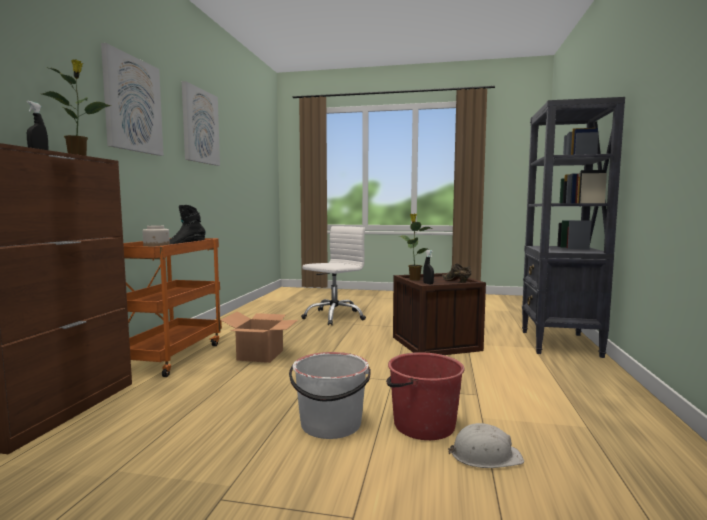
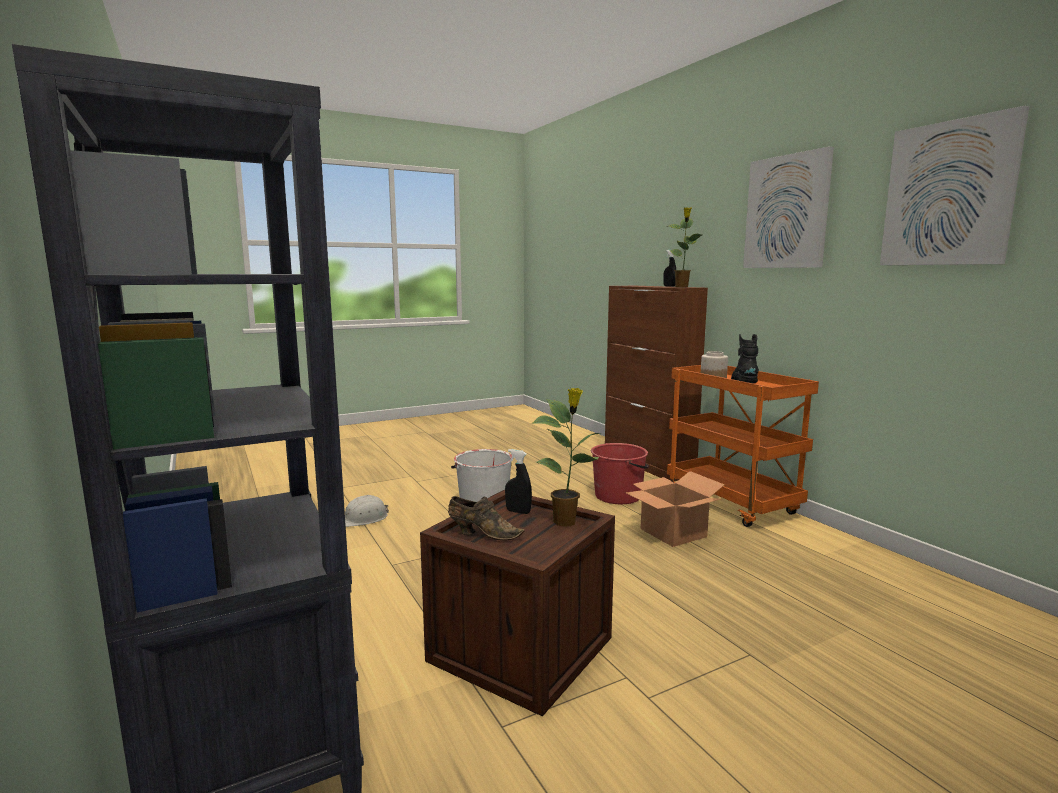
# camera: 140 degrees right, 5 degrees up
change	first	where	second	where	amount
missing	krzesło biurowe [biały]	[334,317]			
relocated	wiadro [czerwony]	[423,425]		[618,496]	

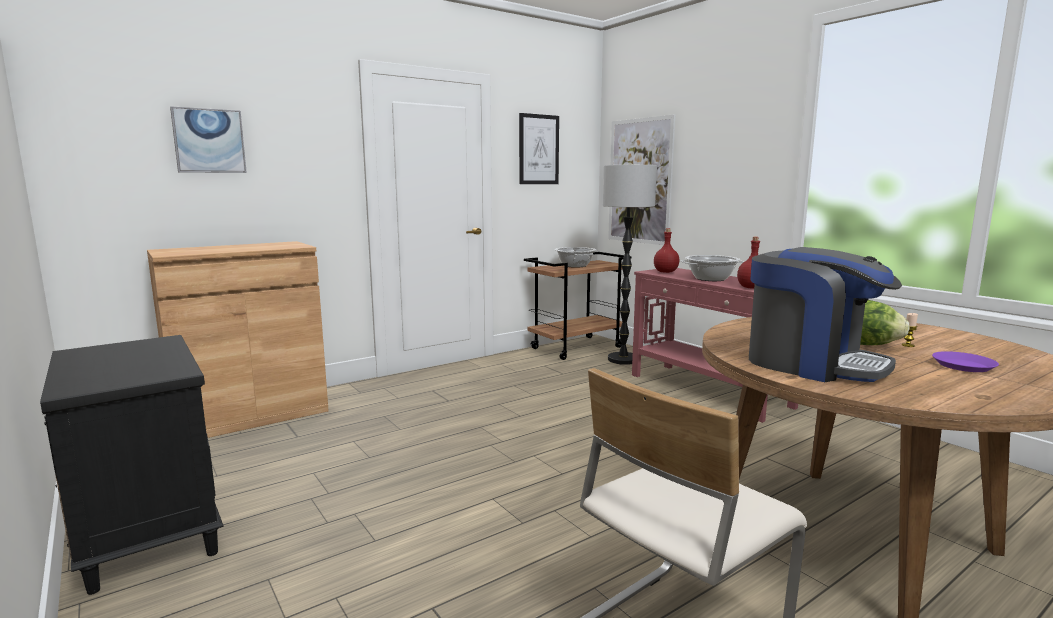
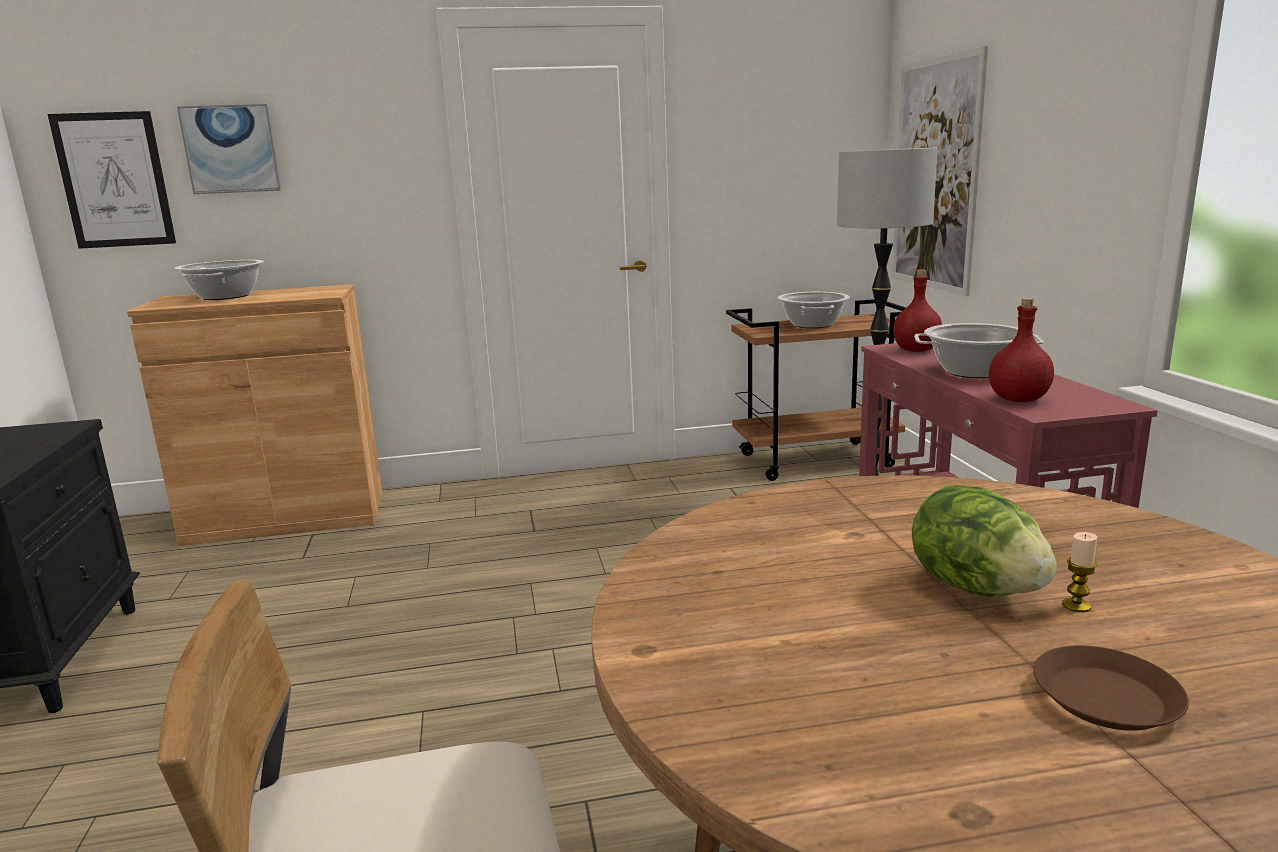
# camera: 25 degrees right, 5 degrees up
change	first	where	second	where	amount
relocated	obraz	[539,149]		[114,180]	
missing	ekspres do kawy	[812,364]			
colour	talerz [fioletowy]	[963,366]	talerz [brązowy]	[1105,698]	
appeared			garnek	[225,296]	

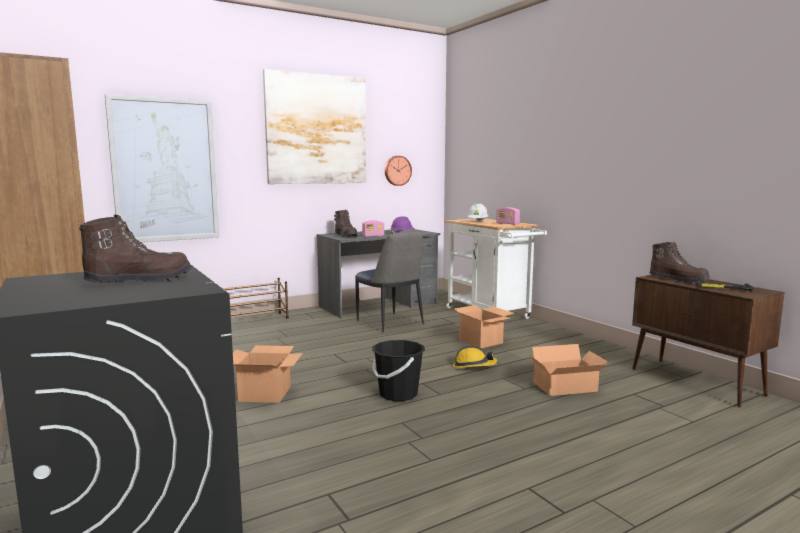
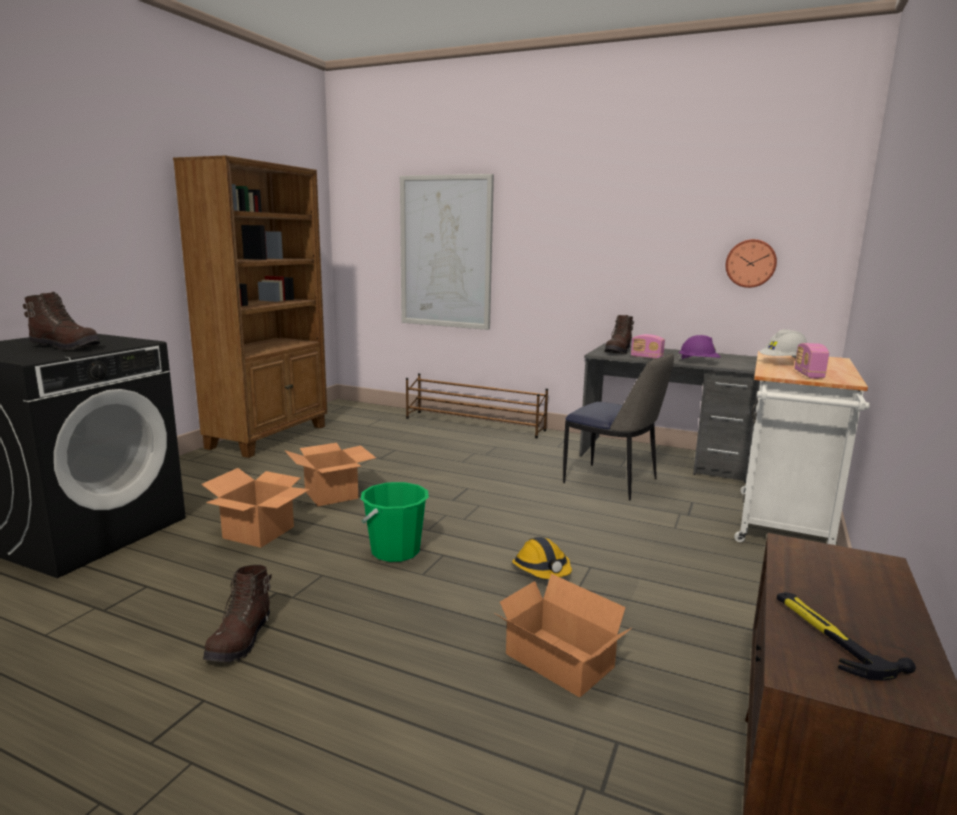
# camera: 55 degrees right, 5 degrees up
change	first	where	second	where	amount
missing	obraz	[317,129]			
spun	krzesło	[390,323]		[613,482]	75 degrees counterclockwise
colour	wiadro [czarny]	[398,394]	wiadro [zielony]	[395,551]	
relocated	karton	[480,341]		[259,532]	
relocated	but z cholewką [brązowy]	[678,280]		[241,640]	

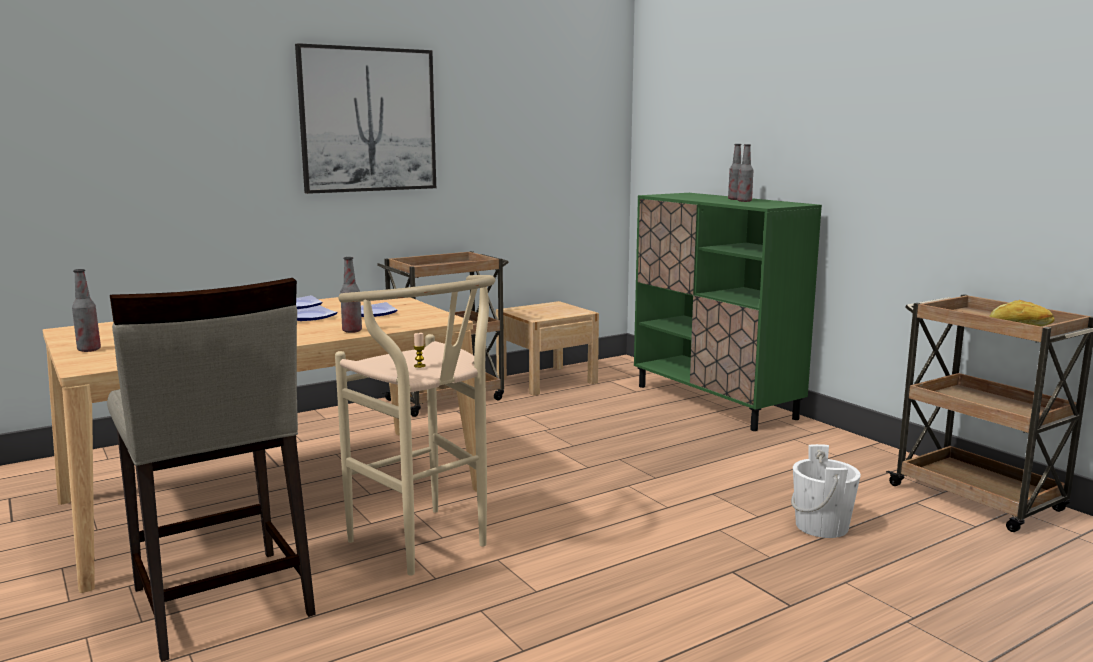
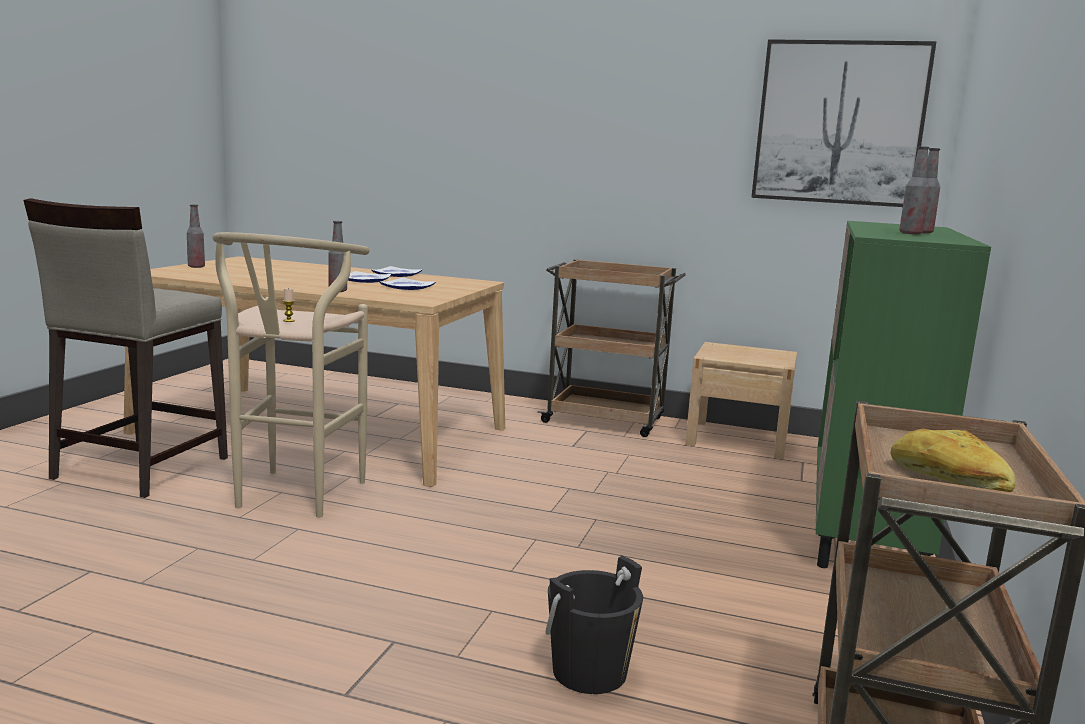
# camera: 50 degrees right, 0 degrees up
change	first	where	second	where	amount
relocated	obraz	[368,120]		[839,123]	
colour	wiadro [biały]	[821,526]	wiadro [czarny]	[589,672]	

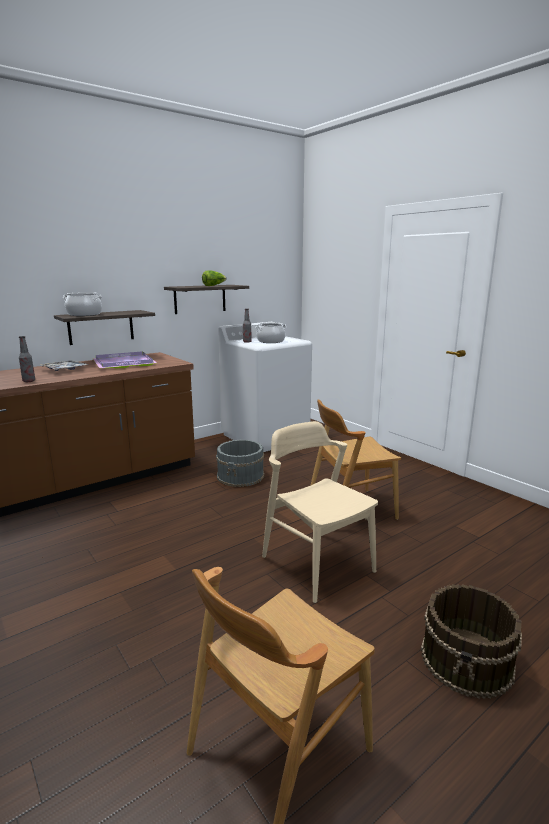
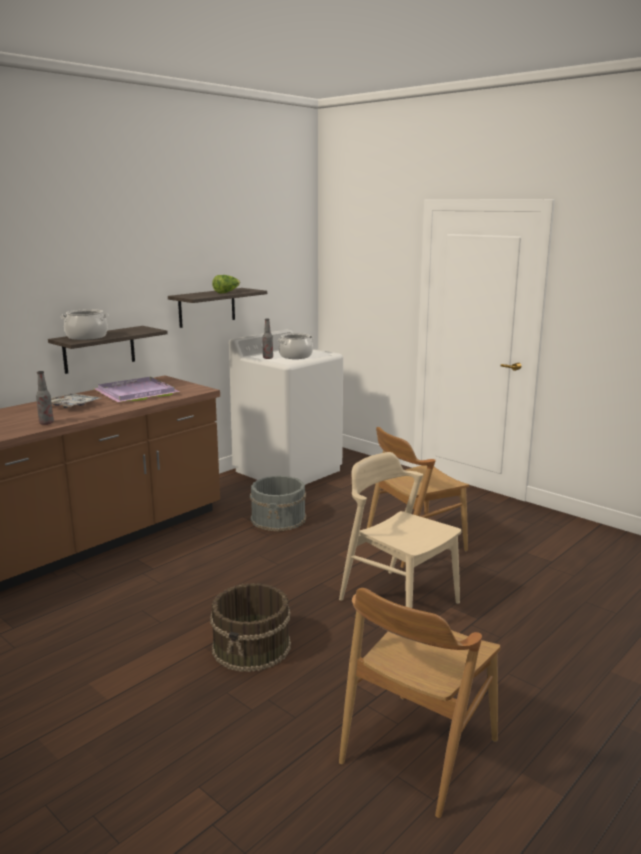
# camera: 10 degrees left, 0 degrees up
change	first	where	second	where	amount
relocated	wiadro [brązowy]	[467,660]		[252,647]	

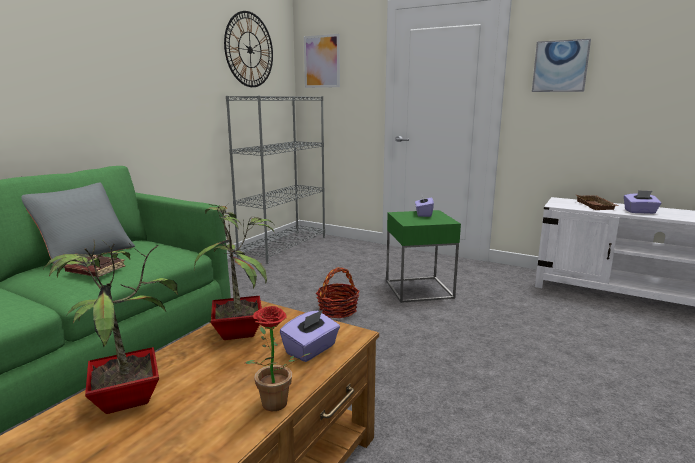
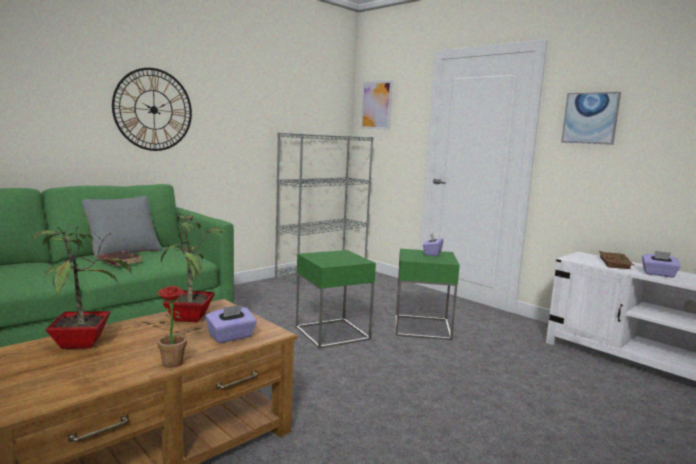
# camera: 15 degrees right, 5 degrees down
change	first	where	second	where	amount
relocated	zegar ścienny	[249,50]		[153,110]	
exchanged	koszyk	[338,310]	stolik [zielony]	[332,333]	

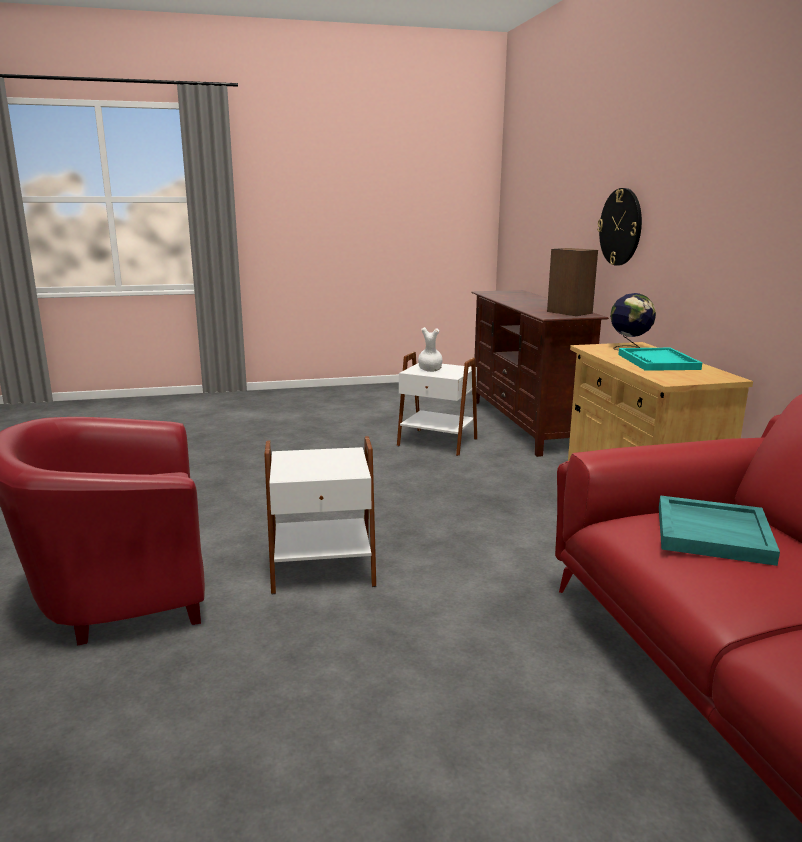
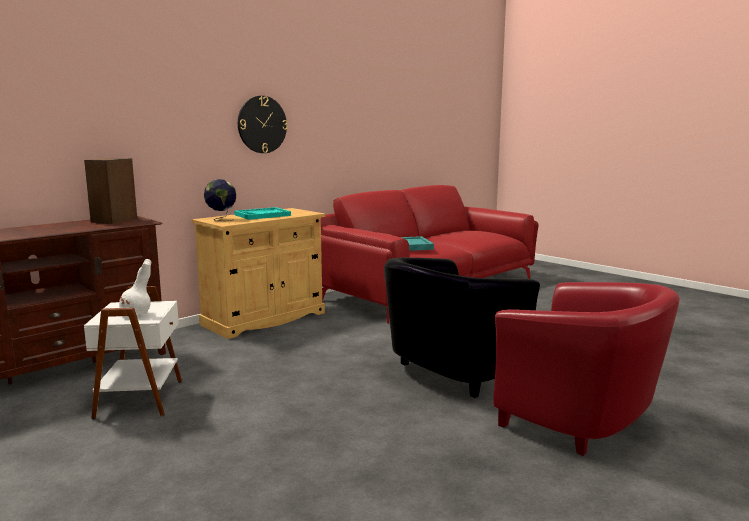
# camera: 120 degrees left, 5 degrees down
change	first	where	second	where	amount
exchanged	stolik [biały]	[323,570]	fotel [czarny]	[450,374]	
relocated	zegar ścienny	[621,227]		[262,124]	

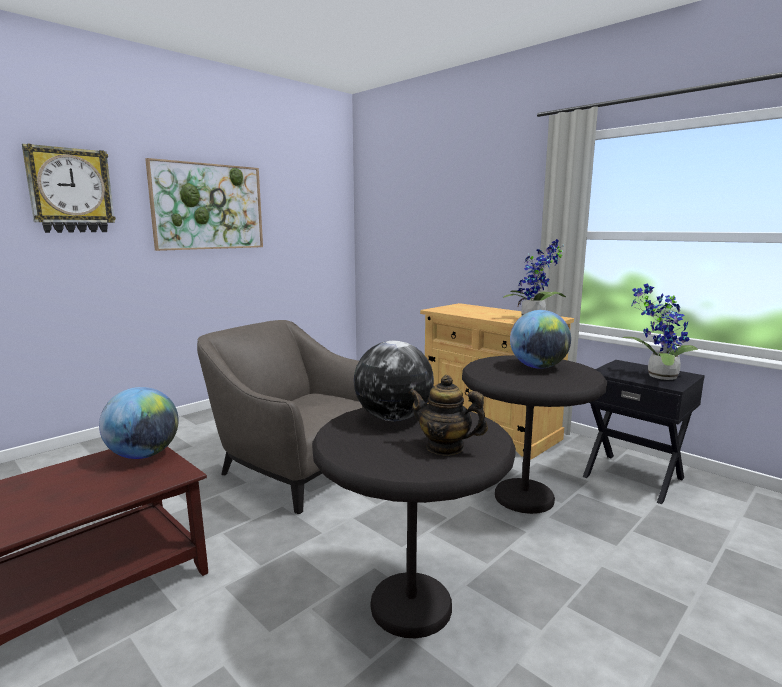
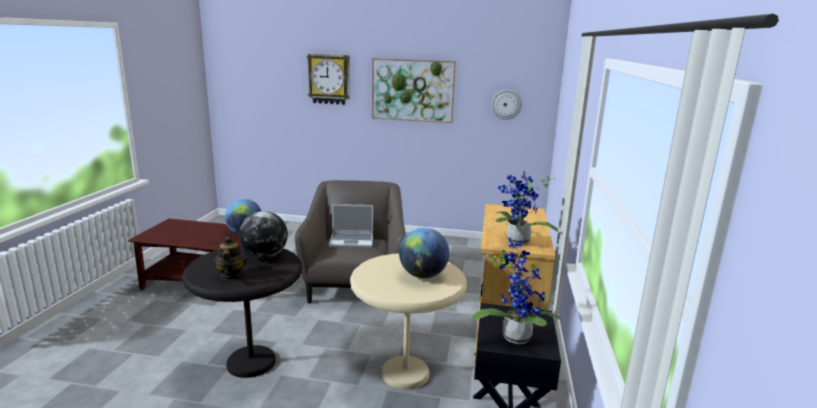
# camera: 55 degrees right, 5 degrees up
change	first	where	second	where	amount
colour	stolik [czarny]	[524,497]	stolik [beżowy]	[405,373]	
appeared			laptop	[352,241]	
appeared			zegar ścienny	[506,104]	

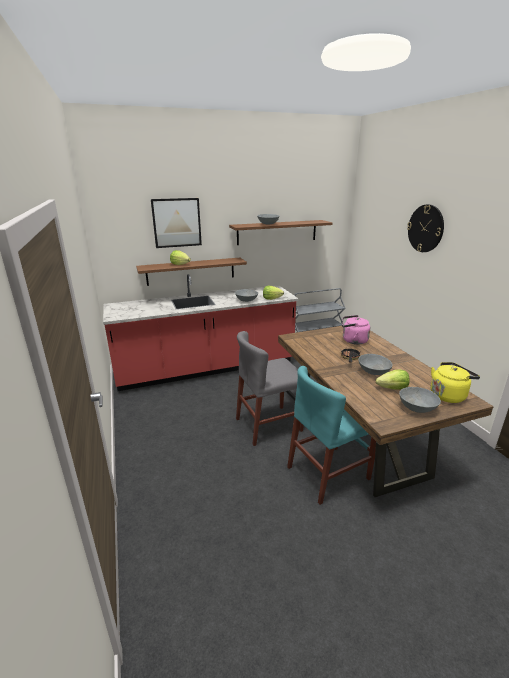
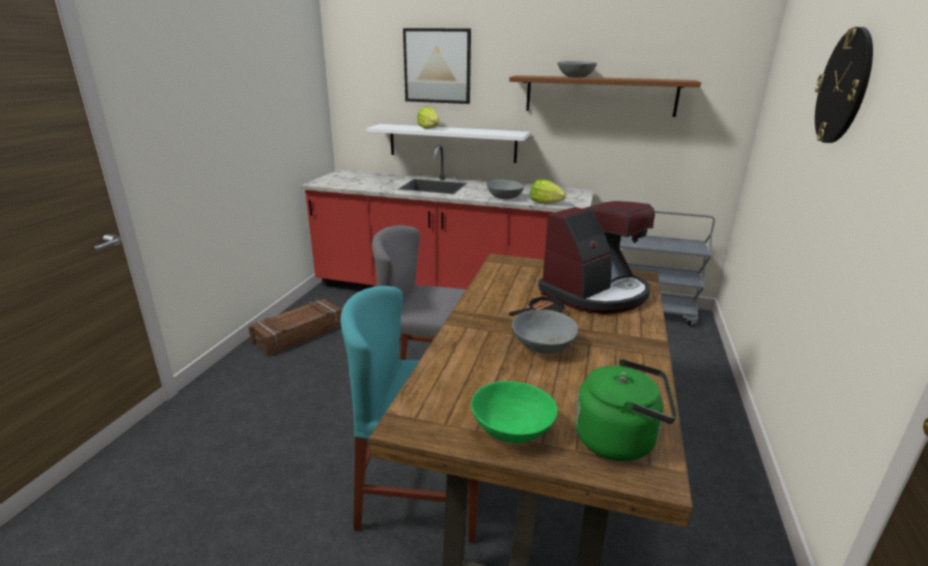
# camera: 35 degrees right, 0 degrees up
change	first	where	second	where	amount
colour	półka [brązowy]	[191,271]	półka [biały]	[452,143]	
exchanged	czajnik [różowy]	[353,341]	ekspres do kawy	[595,293]	
missing	sałata	[393,388]			
colour	miska [szary]	[417,408]	miska [zielony]	[511,430]	
colour	czajnik [żółty]	[448,395]	czajnik [zielony]	[619,439]	
appeared			skrzynka	[299,334]	

